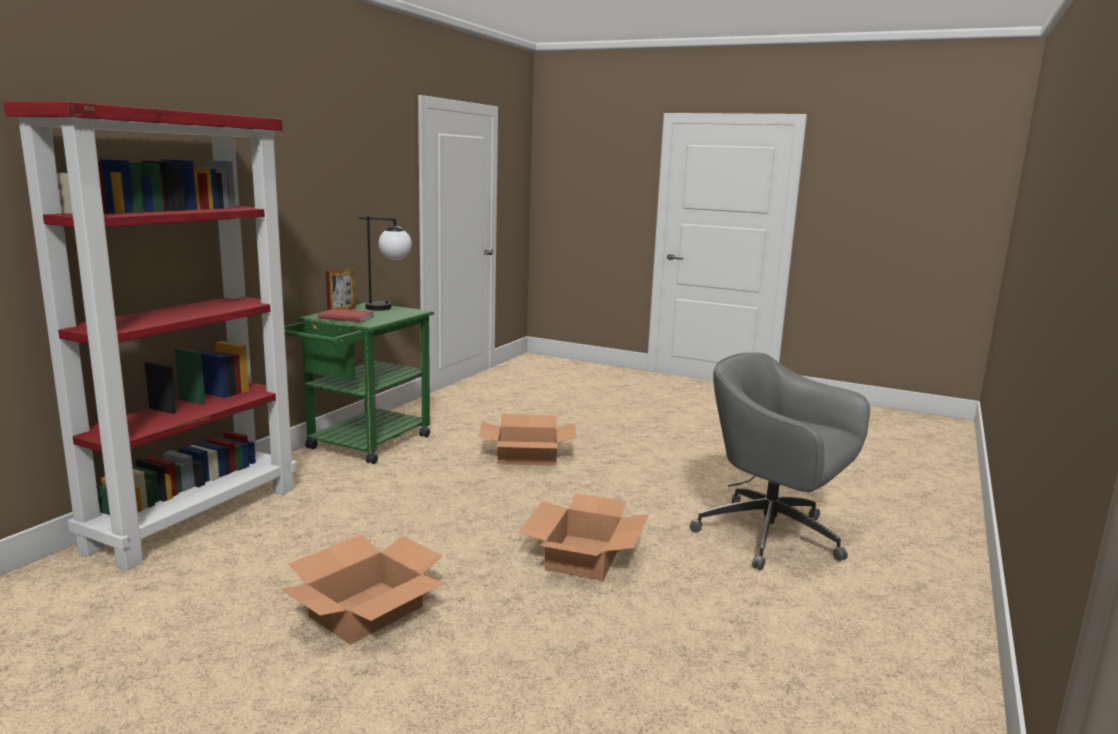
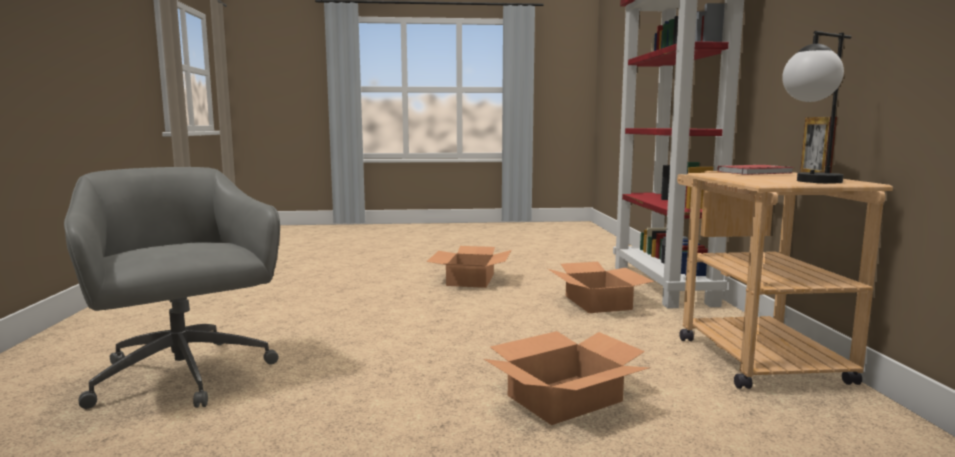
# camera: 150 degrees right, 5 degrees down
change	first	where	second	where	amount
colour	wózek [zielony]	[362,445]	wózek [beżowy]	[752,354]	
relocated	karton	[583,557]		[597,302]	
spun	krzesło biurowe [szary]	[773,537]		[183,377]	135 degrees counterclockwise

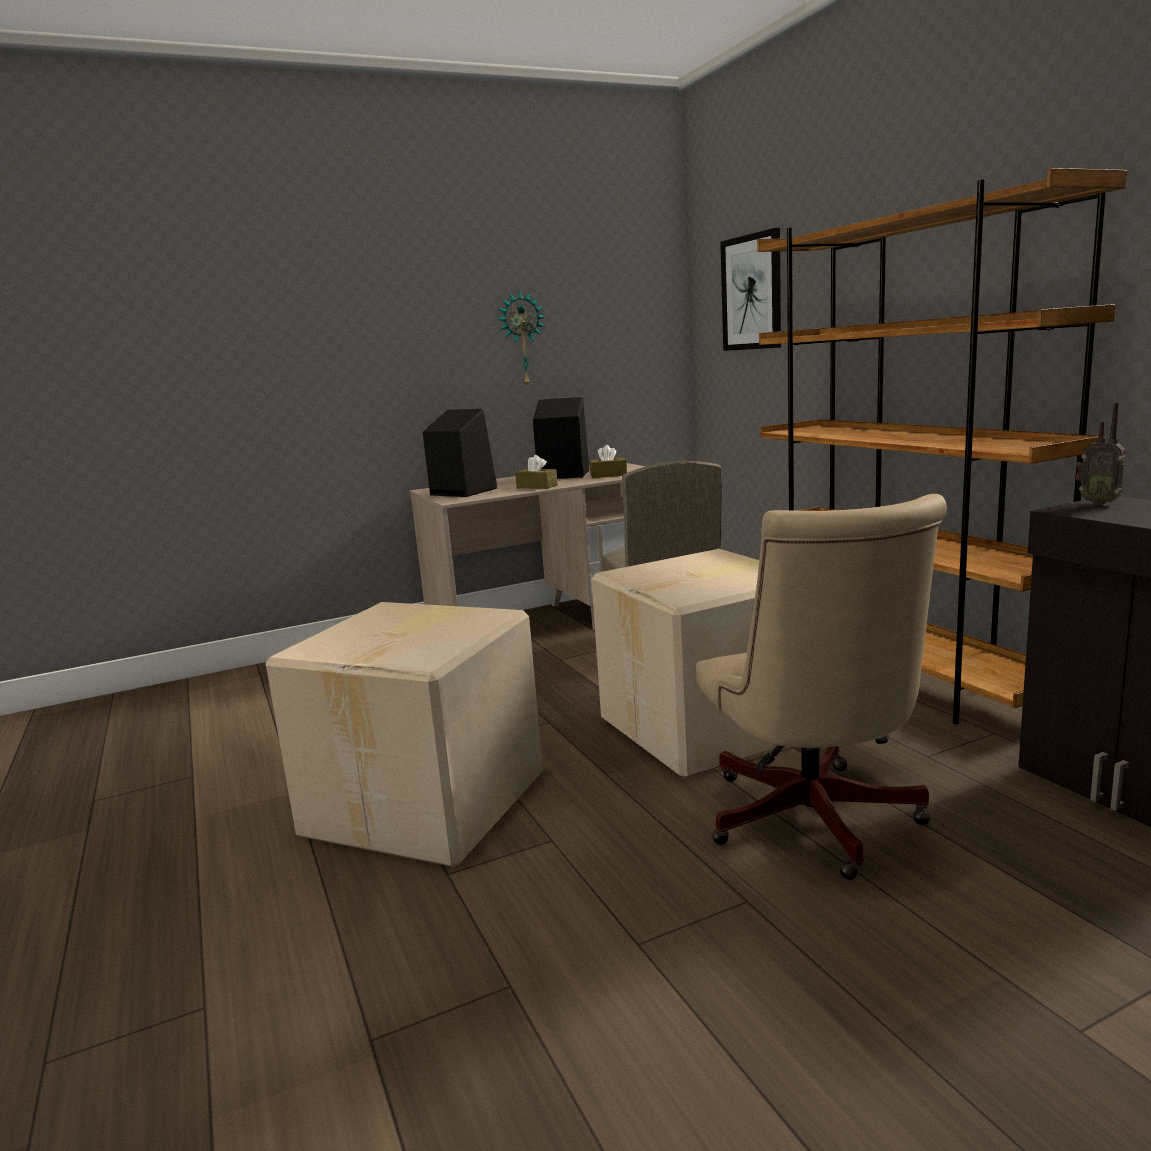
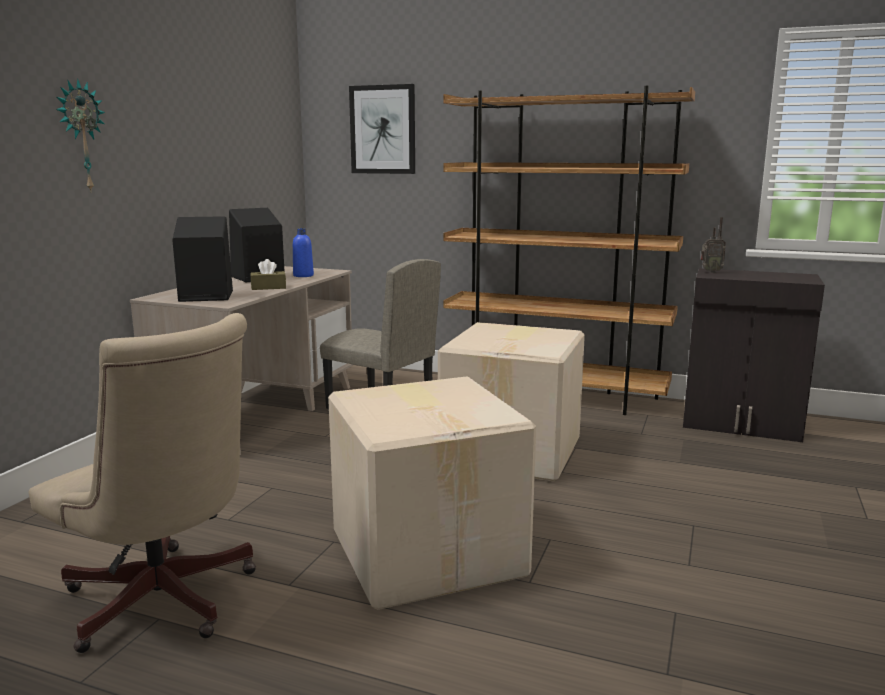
# camera: 45 degrees left, 0 degrees up
change	first	where	second	where	amount
relocated	zegar ścienny	[522,339]		[80,136]	
exchanged	pudełko chusteczek [brązowy]	[608,475]	butelka [niebieski]	[303,275]	
relocated	krzesło biurowe [beżowy]	[813,825]		[165,604]	

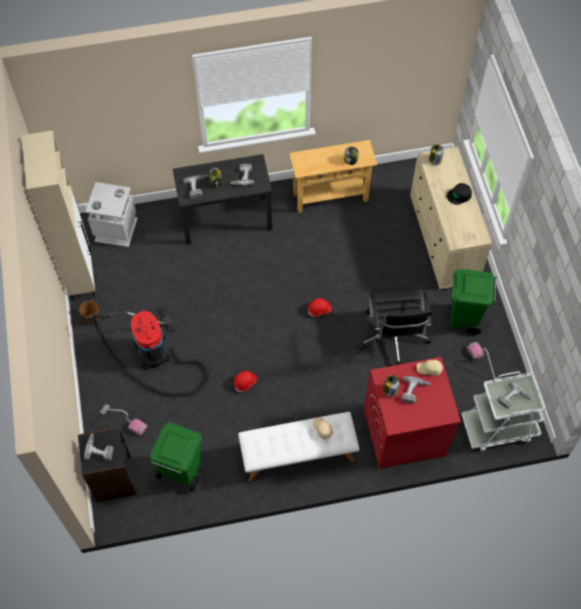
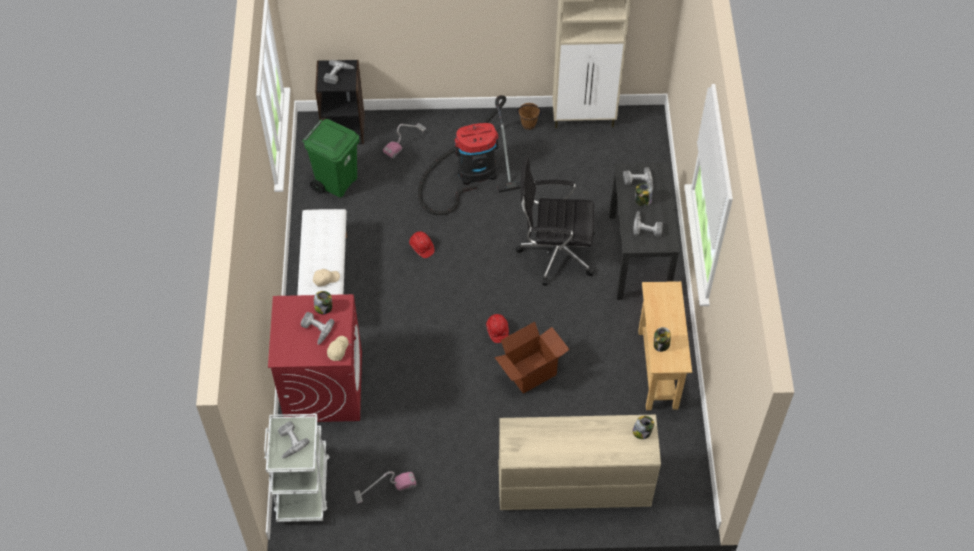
# camera: 100 degrees right, 5 degrees down
change	first	where	second	where	amount
missing	kosz na śmieci [szary]	[116,229]			
relocated	krzesło biurowe [czarny]	[393,338]		[555,252]	
missing	czapka z daszkiem [czarny]	[459,195]			
missing	kosz na śmieci [zielony]	[464,317]			
appeared			karton	[530,371]	

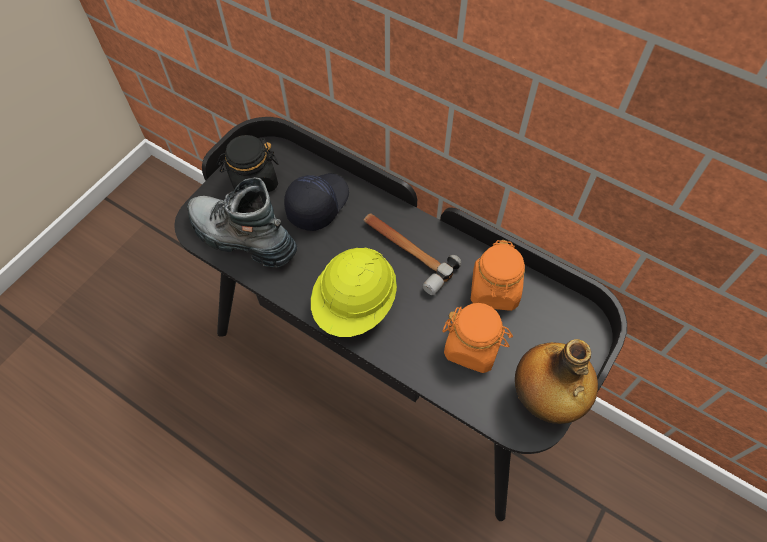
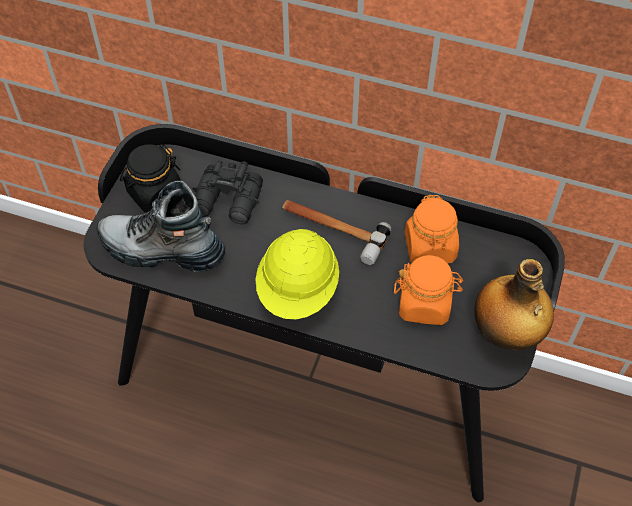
# camera: 15 degrees left, 5 degrees down
change	first	where	second	where	amount
exchanged	czapka z daszkiem [czarny]	[317,204]	lornetka [czarny]	[228,202]	

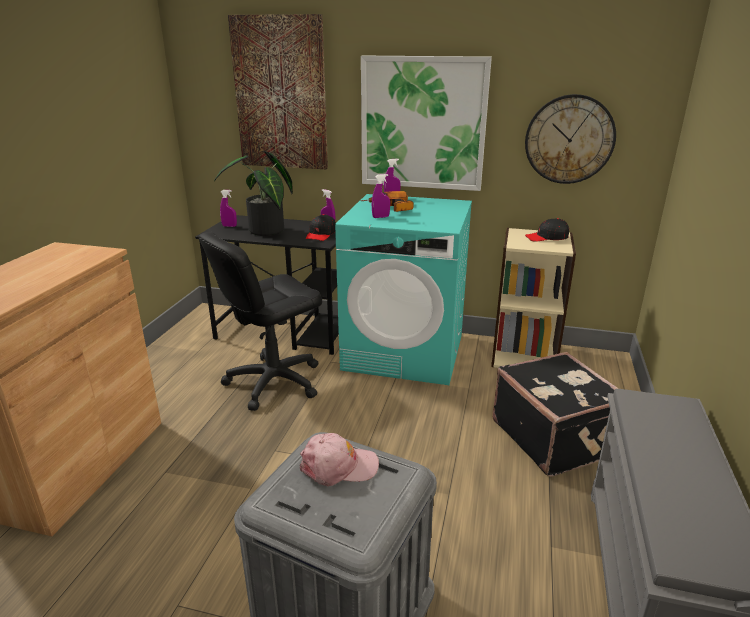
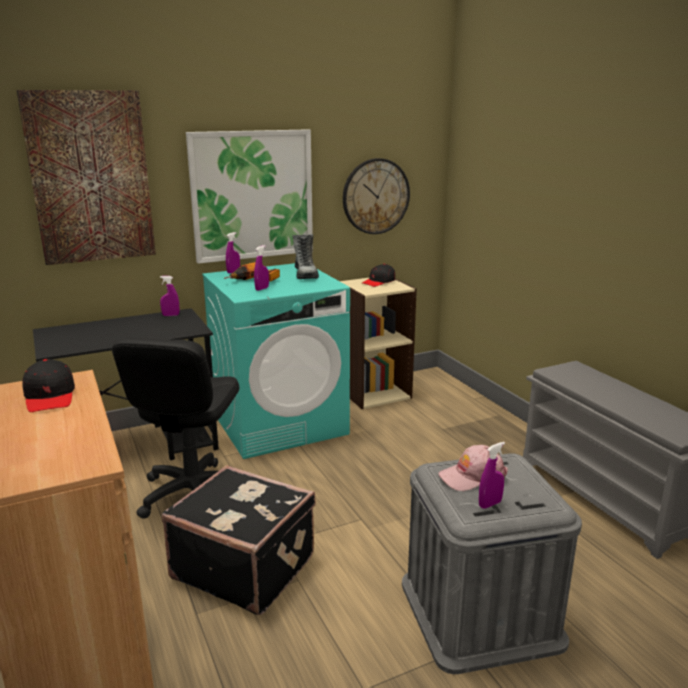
# camera: 40 degrees left, 5 degrees down
change	first	where	second	where	amount
missing	roślina doniczkowa	[265,232]			
relocated	spryskiwacz [fioletowy]	[229,226]		[490,504]	
spun	czapka z daszkiem [różowy]	[338,466]		[472,476]	150 degrees counterclockwise
relocated	czapka z daszkiem [czarny]	[321,234]		[50,396]	
relocated	walizka [czarny]	[554,437]		[244,566]	
appeared			but z cholewką	[305,274]	

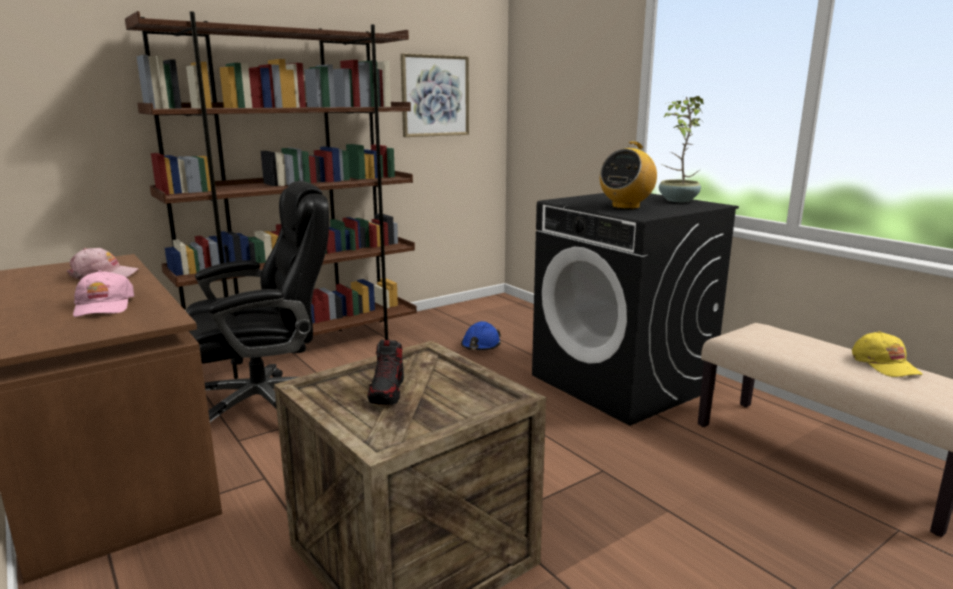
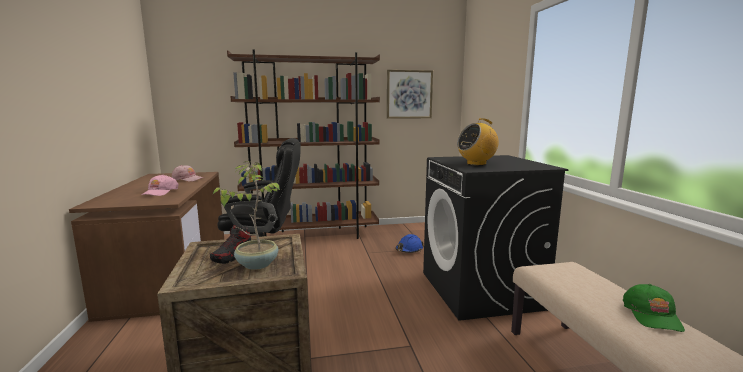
# camera: 25 degrees right, 5 degrees down
change	first	where	second	where	amount
relocated	roślina doniczkowa	[677,200]		[256,264]	
colour	czapka z daszkiem [żółty]	[885,364]	czapka z daszkiem [zielony]	[652,315]	

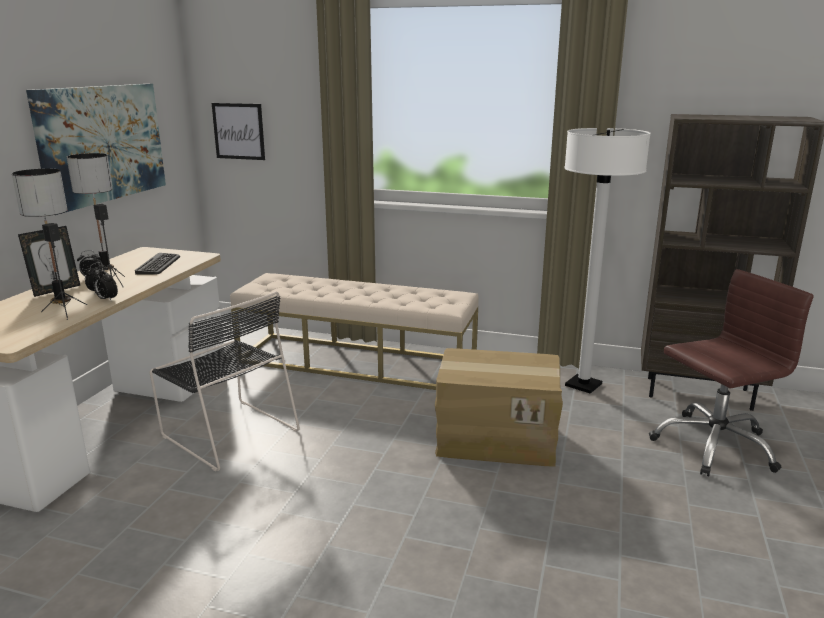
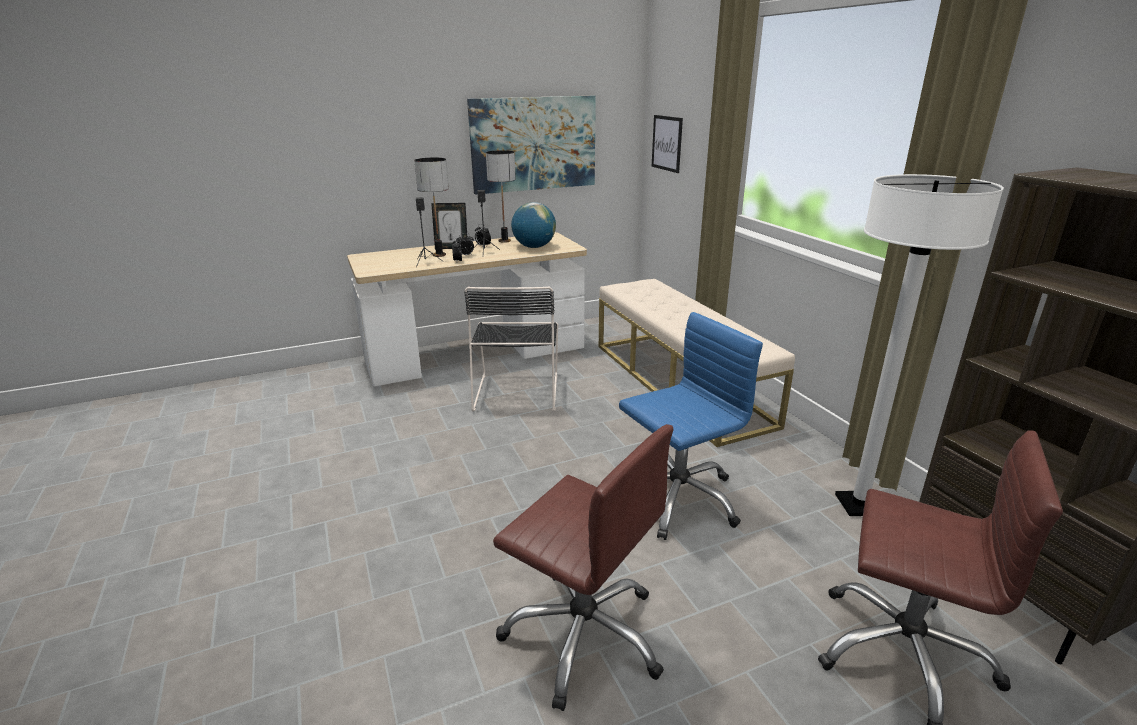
# camera: 50 degrees right, 5 degrees up
change	first	where	second	where	amount
exchanged	klawiatura	[159,264]	globus	[534,247]	
exchanged	karton	[496,438]	krzesło biurowe [niebieski]	[677,498]	
appeared			krzesło biurowe [brązowy]	[584,634]	

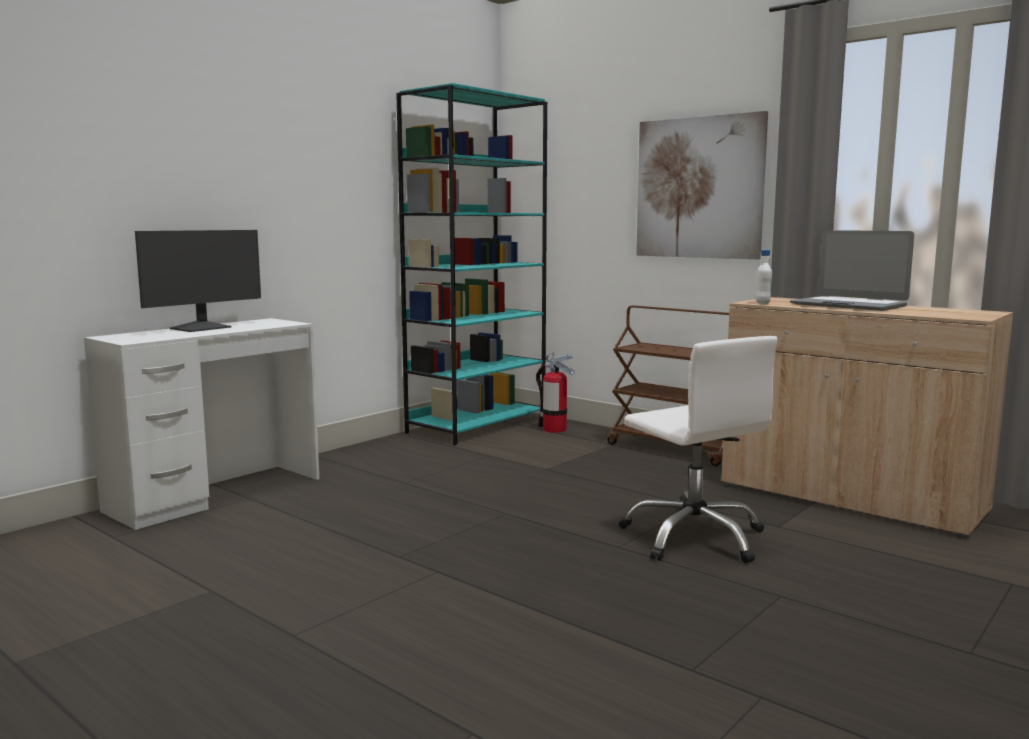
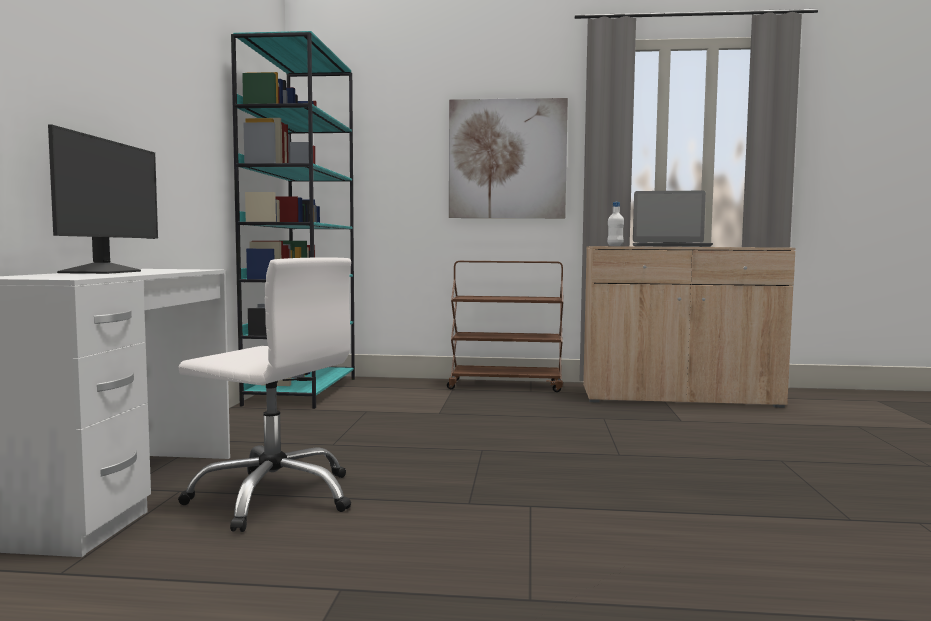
# camera: 35 degrees left, 5 degrees down
change	first	where	second	where	amount
missing	gaśnica	[554,429]			
relocated	krzesło biurowe [biały]	[694,537]		[274,496]	

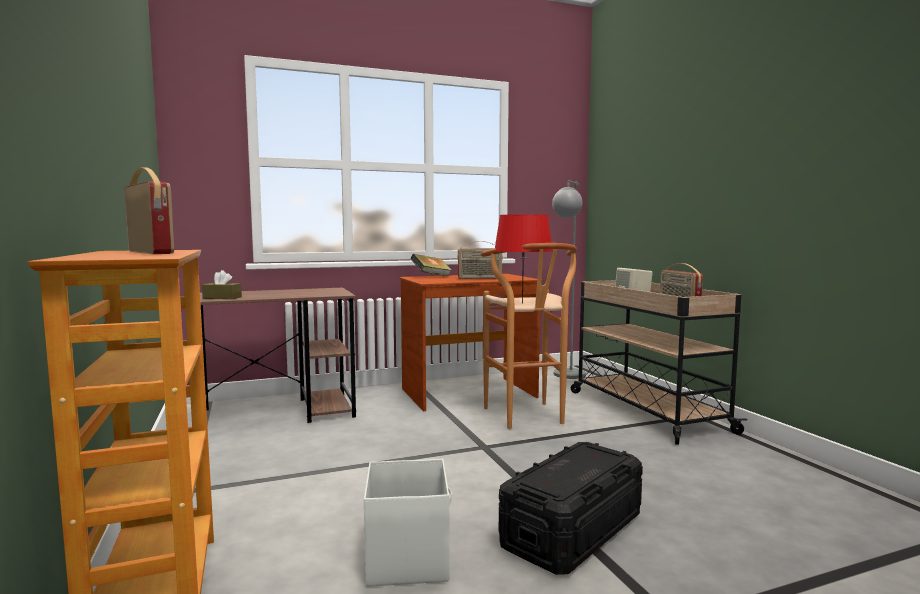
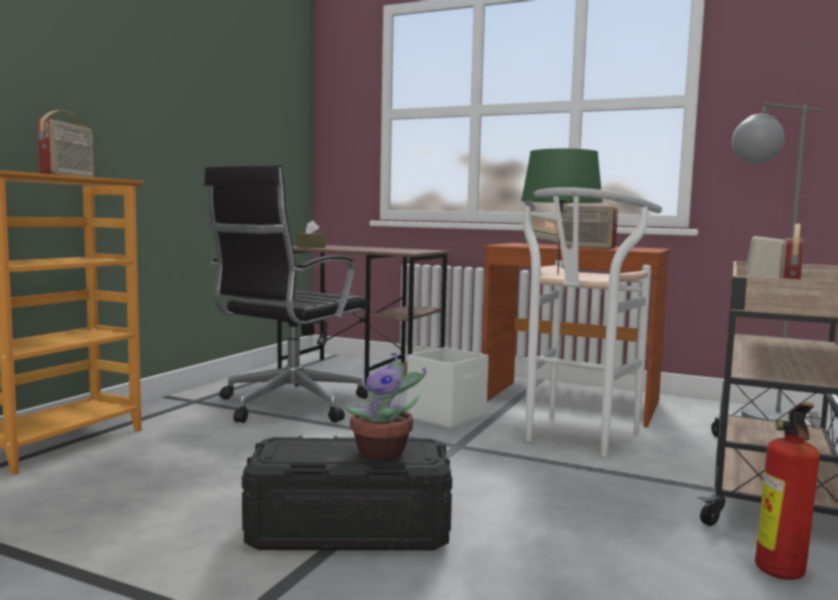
# camera: 45 degrees right, 0 degrees up
change	first	where	second	where	amount
relocated	pojemnik do przechowywania [biały]	[408,558]		[447,416]	
colour	stołek [brązowy]	[528,418]	stołek [biały]	[575,439]	
colour	lampa stołowa [czerwony]	[522,303]	lampa stołowa [zielony]	[557,274]	
appeared			krzesło biurowe [czarny]	[288,405]	
appeared			roślina doniczkowa	[384,453]	
appeared			gaśnica	[780,575]	

